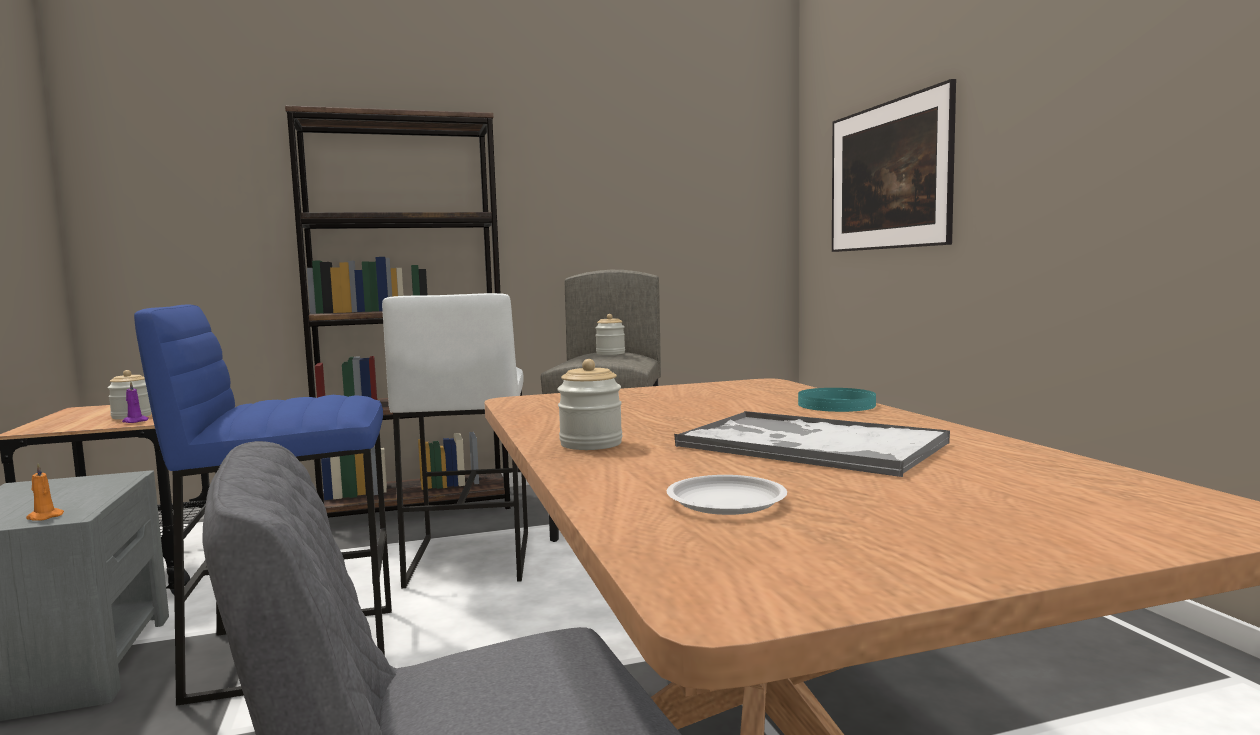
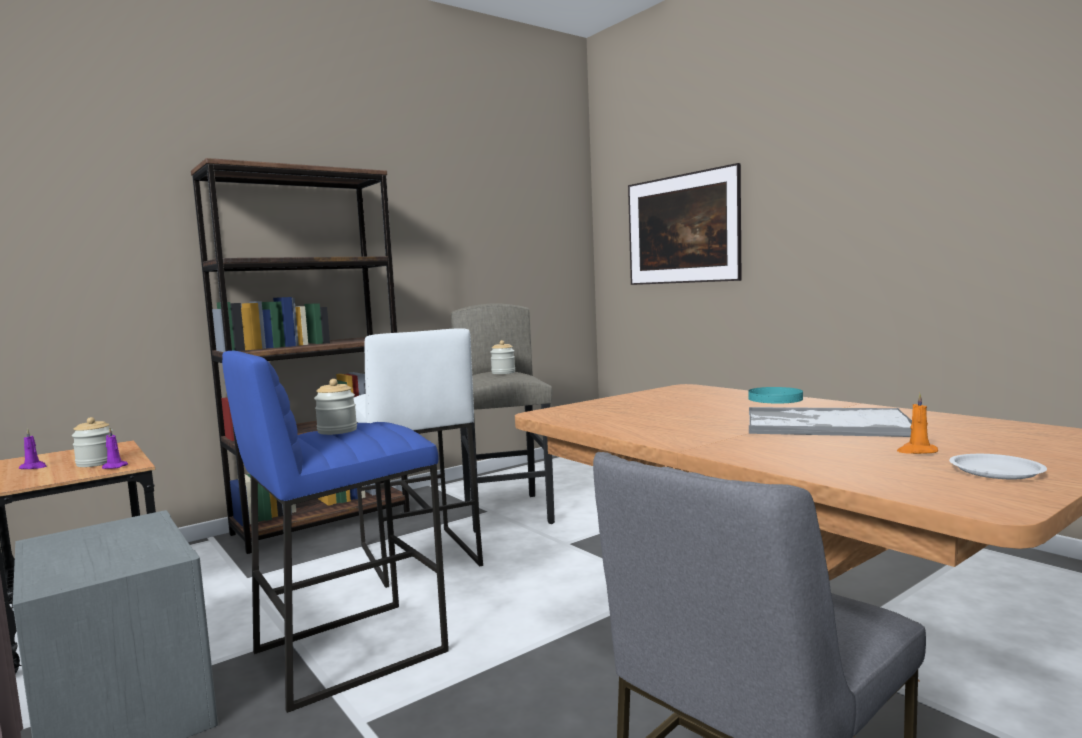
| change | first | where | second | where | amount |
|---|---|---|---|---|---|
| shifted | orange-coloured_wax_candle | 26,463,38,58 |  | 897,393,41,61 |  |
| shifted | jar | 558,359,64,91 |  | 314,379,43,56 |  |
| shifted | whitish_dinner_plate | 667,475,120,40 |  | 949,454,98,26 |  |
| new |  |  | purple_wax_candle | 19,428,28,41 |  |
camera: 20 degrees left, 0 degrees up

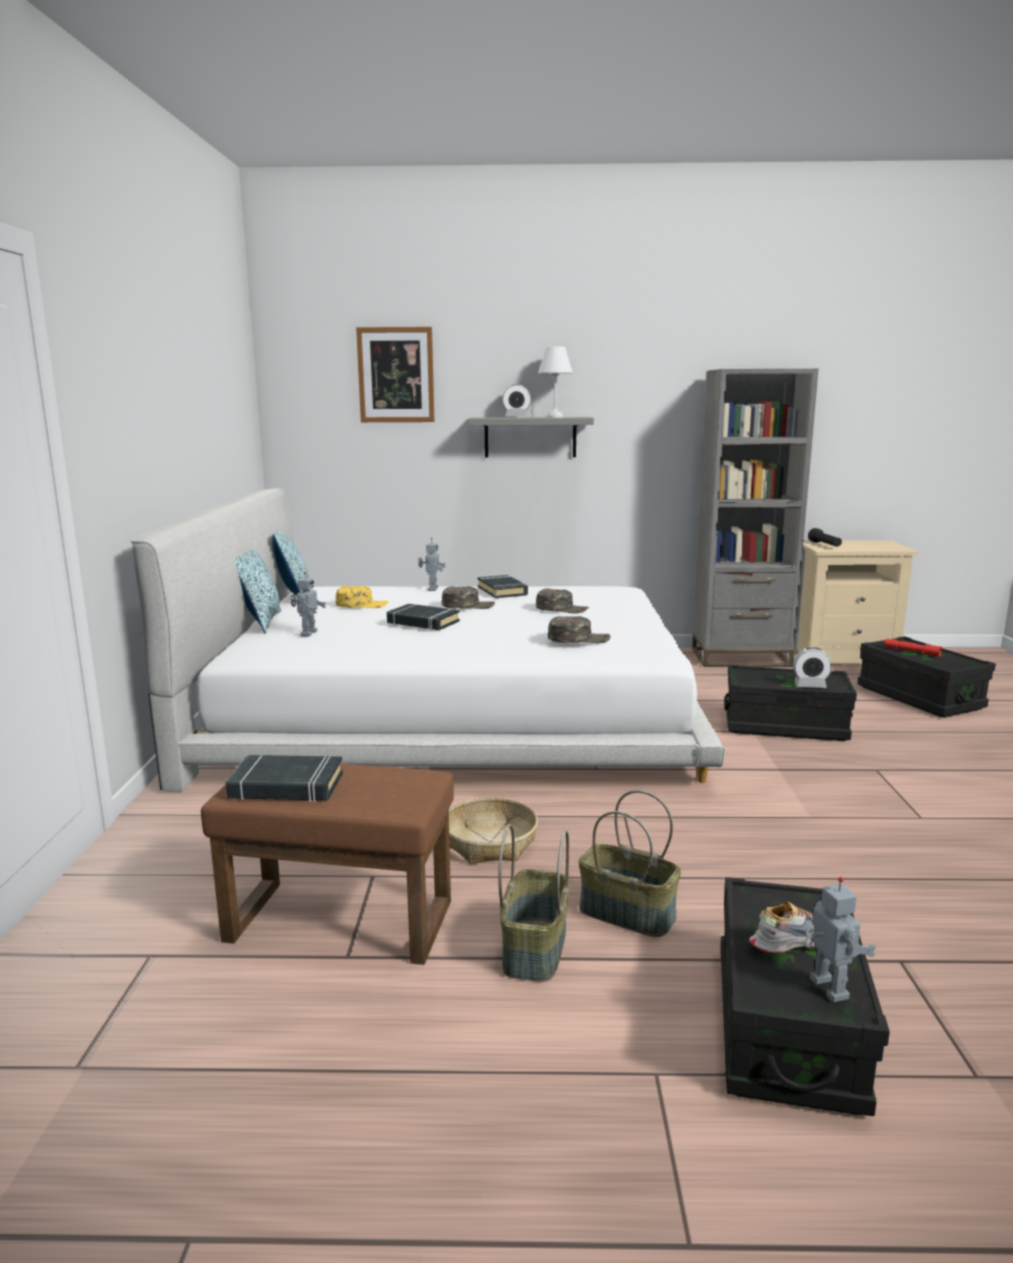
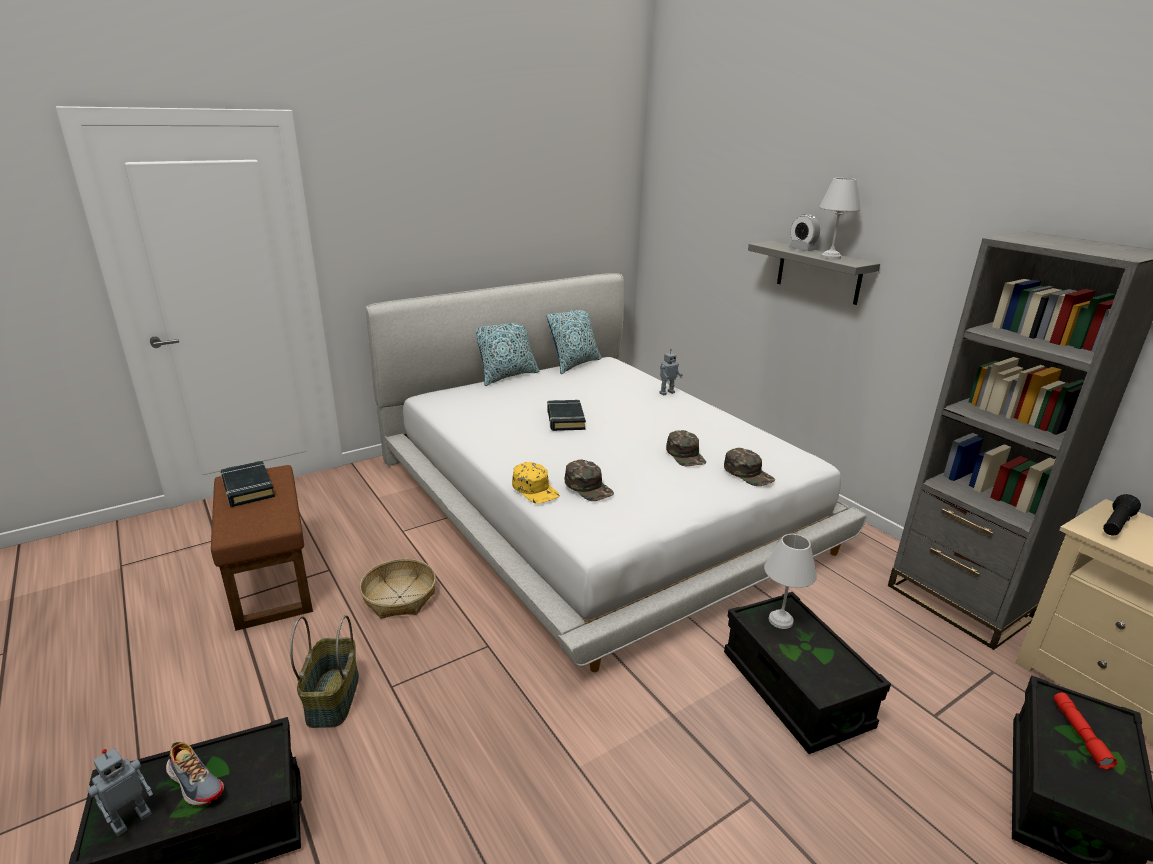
| change | first | where | second | where | amount |
|---|---|---|---|---|---|
| gone | toy_robot | 291,572,35,65 |  |  |  |
| shifted | yellow_baseball_cap | 335,586,54,22 |  | 512,462,48,42 |  |
| gone | picture | 356,327,79,95 |  |  |  |
| shifted | green-coloured_baseball_cap | 442,586,53,23 |  | 724,448,51,38 |  |
| gone | black-coloured_bound_book | 478,575,50,23 |  |  |  |
| gone | household_basket | 498,824,71,158 |  |  |  |
| gone | bedside_clock | 793,647,39,41 |  |  |  |
| new |  |  | whitish_lamp_for_a_table | 764,534,53,95 |  |
camera: 55 degrees right, 10 degrees up

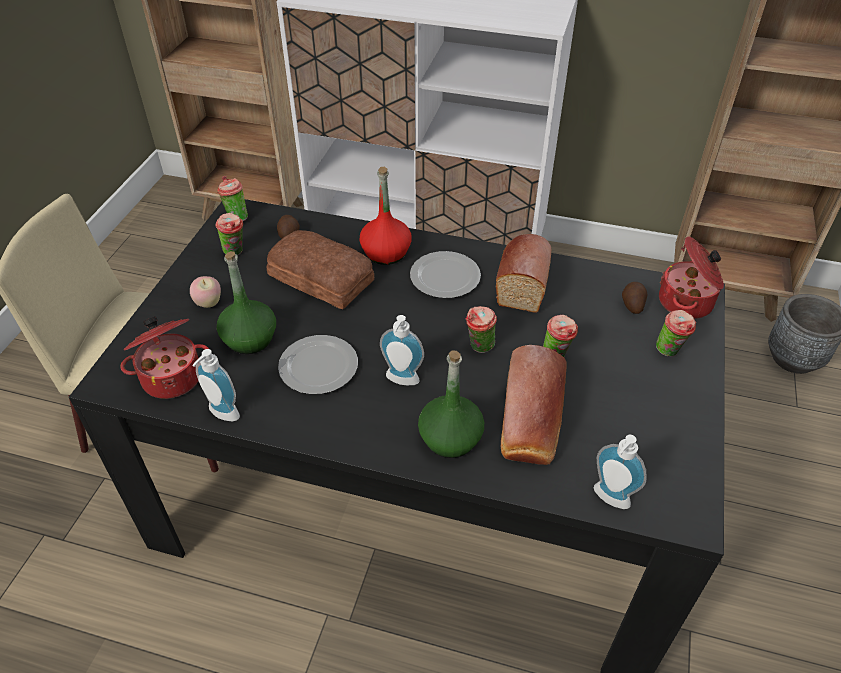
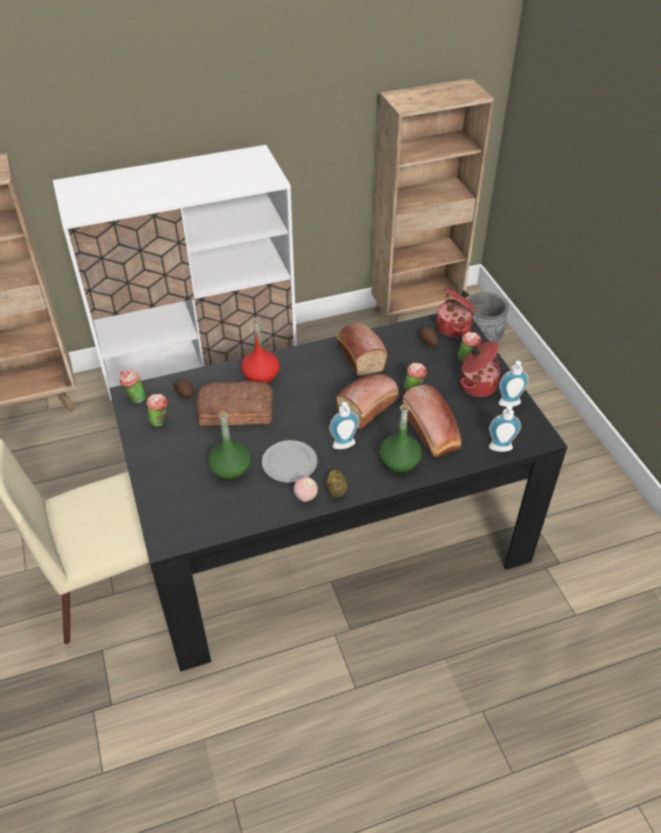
| change | first | where | second | where | amount |
|---|---|---|---|---|---|
| shifted | stockpot | 120,317,89,82 |  | 460,341,41,56 |  |
| shifted | apple_fruit | 190,276,31,32 |  | 294,477,24,25 |  |
| shifted | soap_bottle | 192,349,48,72 |  | 498,361,31,46 |  |
| gone | dinner_plate | 410,251,71,47 |  |  |  |
| swapped | cup | 465,306,32,47 | bakery_bread | 336,374,63,56 |  |
| new |  |  | spud | 327,470,20,28 |  |
camera: 35 degrees left, 0 degrees up

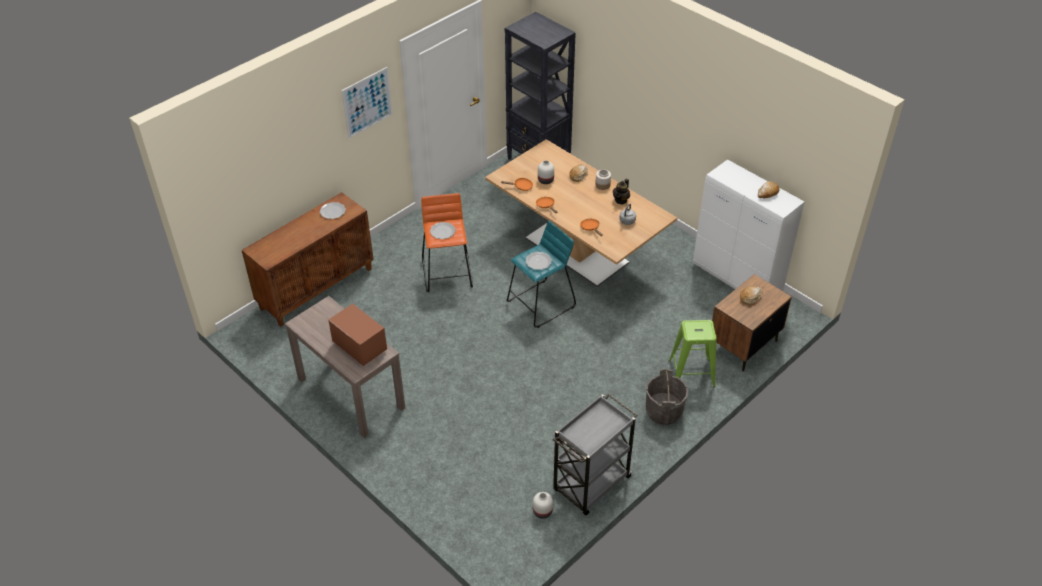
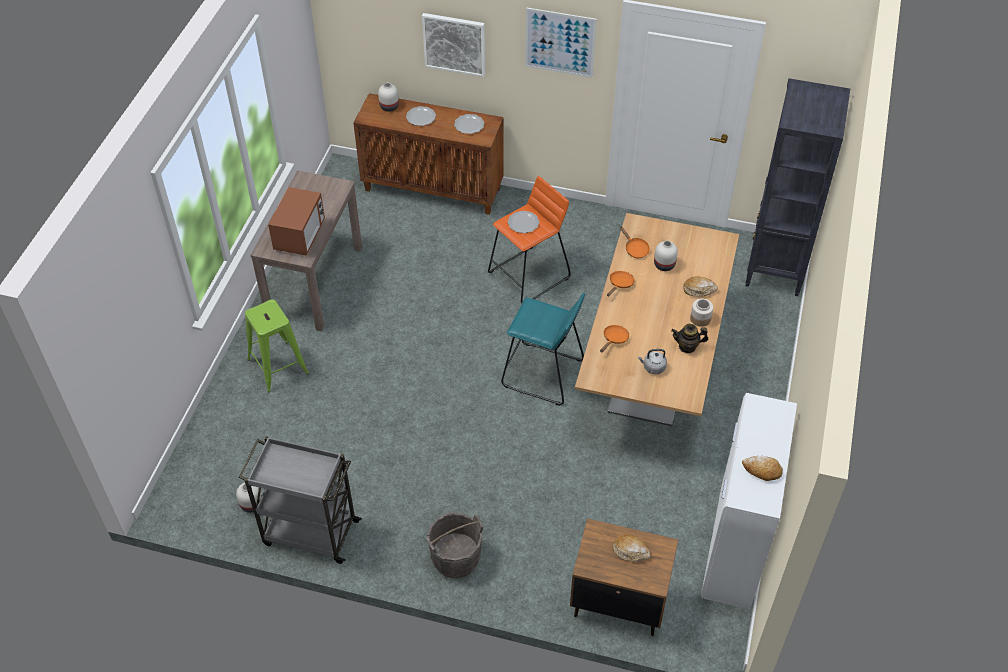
| change | first | where | second | where | amount |
|---|---|---|---|---|---|
| shifted | dinner_plate | 525,252,27,18 |  | 406,106,30,20 |  |
| shifted | green-coloured_stool_seat | 668,320,49,67 |  | 245,299,64,94 |  |
| new |  |  | whitish_decorative_vase | 378,83,21,29 |  |
| new |  |  | picture | 422,13,63,64 |  |
camera: 60 degrees right, 5 degrees up

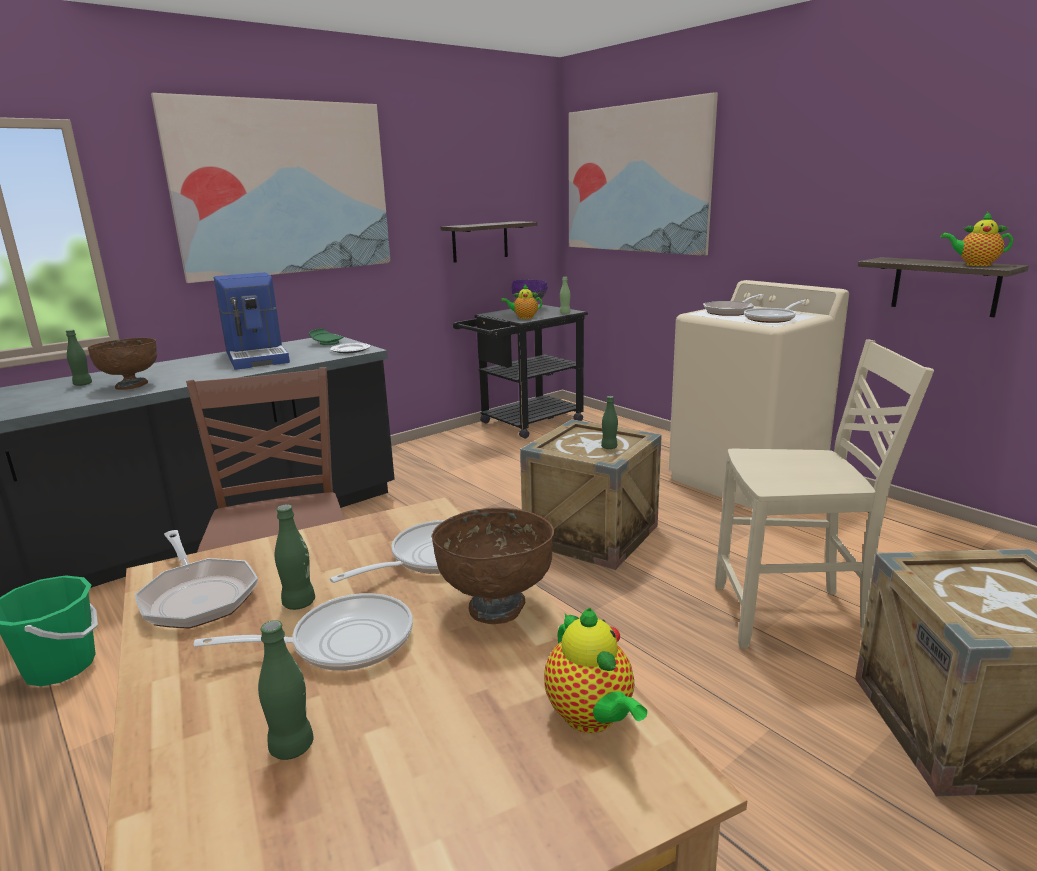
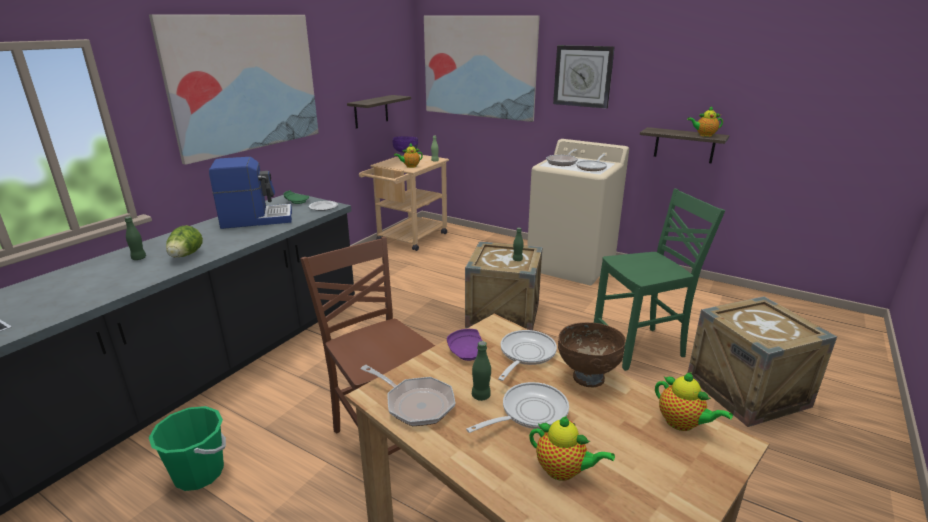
| change | first | where | second | where | amount |
|---|---|---|---|---|---|
| swapped | brownish_bowl | 88,338,69,52 | lettuce | 166,225,37,33 |  |
| rotated | coffee_machine | 214,272,76,98 |  | 209,157,83,72 | 60 degrees counterclockwise |
| swapped | green-coloured_beverage_bottle | 258,620,56,140 | teapot | 529,416,86,65 |  |
| repainted | black-coloured_cart | 453,304,135,135 | beige-coloured_cart | 359,154,90,97 |  |
| repainted | beige-coloured_chair | 715,339,219,309 | green-coloured_chair | 594,189,131,182 |  |
| new |  |  | purple_dinner_plate | 447,329,36,32 |  |
| new |  |  | clock_on_the_wall | 553,45,62,64 |  |
camera: 20 degrees left, 5 degrees up

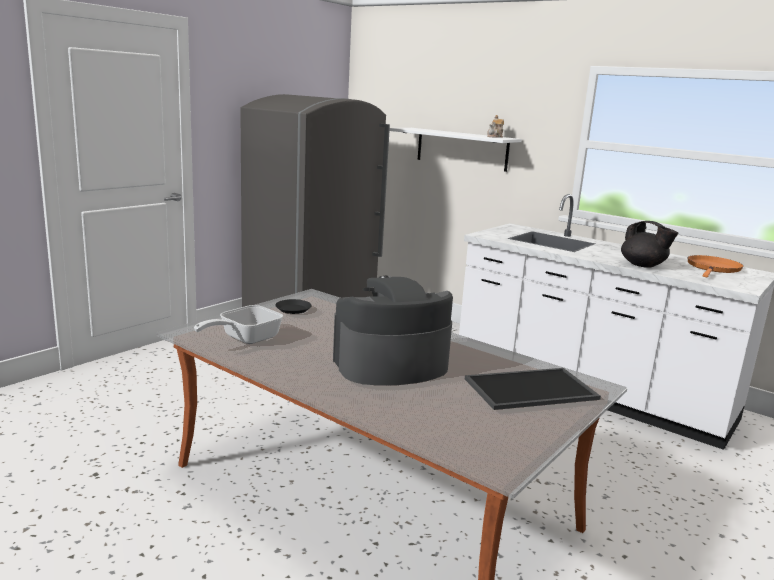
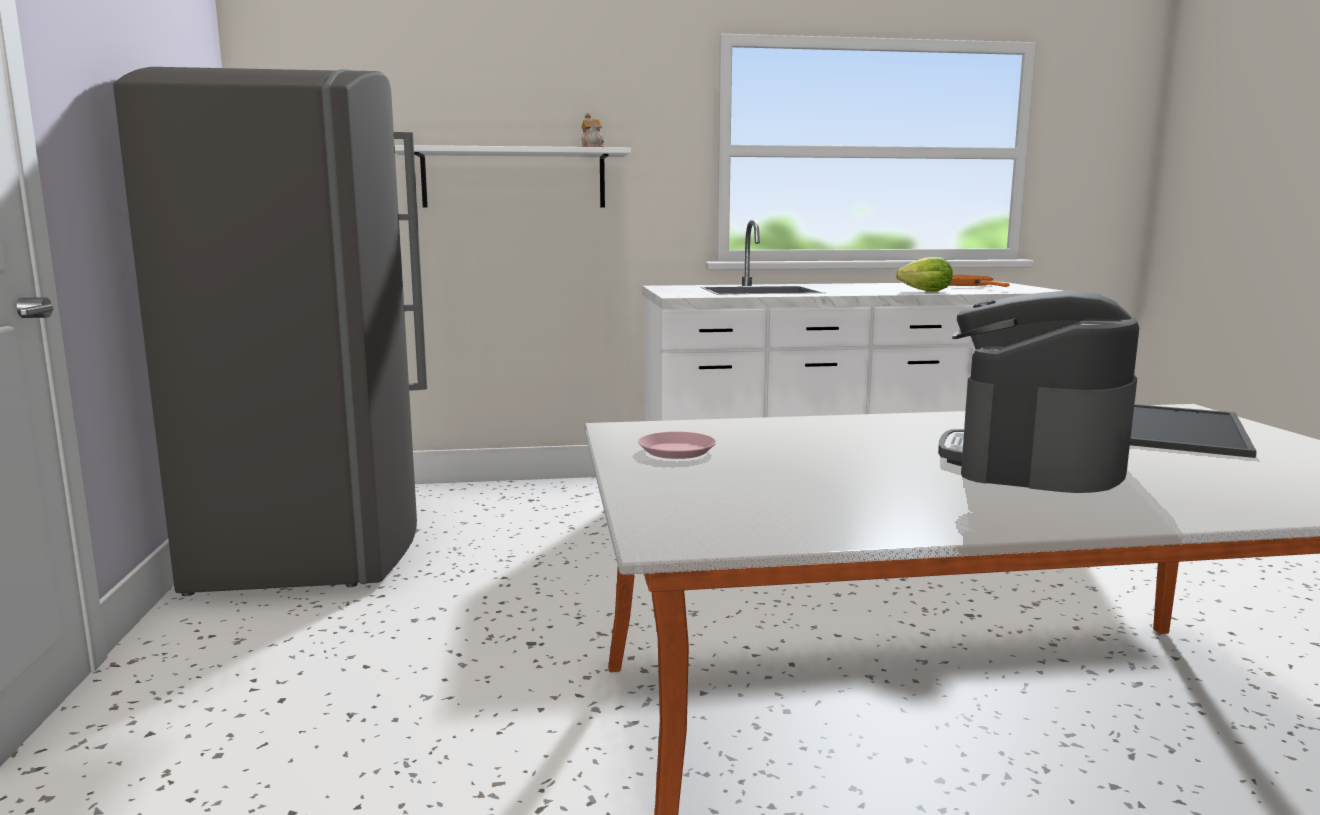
| change | first | where | second | where | amount |
|---|---|---|---|---|---|
| gone | pan | 194,305,89,39 |  |  |  |
| repainted | black-coloured_dinner_plate | 275,299,37,15 | pink_dinner_plate | 638,432,78,27 |  |
| swapped | black-coloured_teapot | 621,221,57,47 | lettuce | 896,257,57,34 |  |
camera: 45 degrees left, 5 degrees down

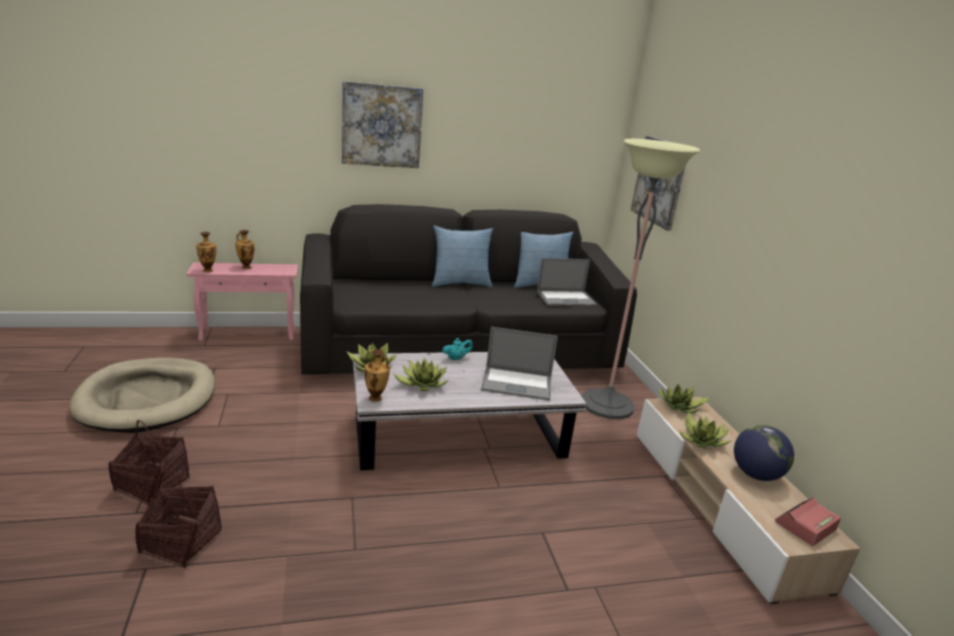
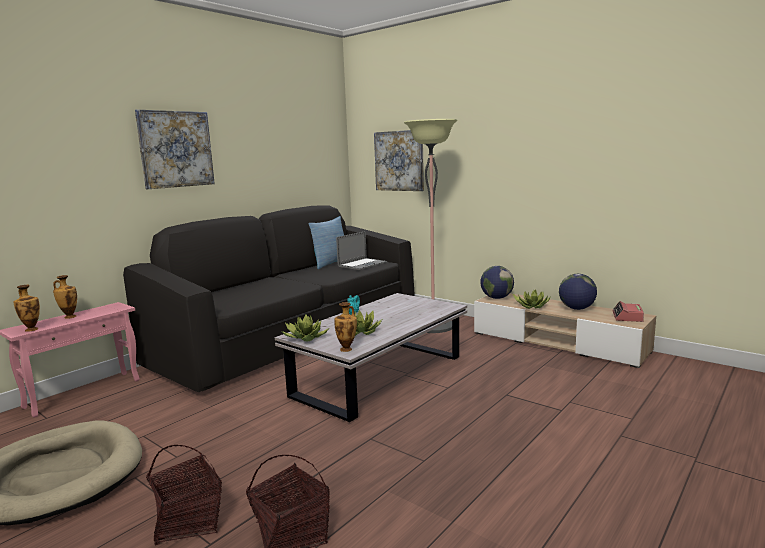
| change | first | where | second | where | amount |
|---|---|---|---|---|---|
| gone | cushion | 432,226,61,61 |  |  |  |
| gone | laptop | 481,327,77,74 |  |  |  |
| swapped | plant_in_a_pot | 658,384,52,29 | desk_globe | 480,266,34,33 |  |
camera: 35 degrees left, 10 degrees down

